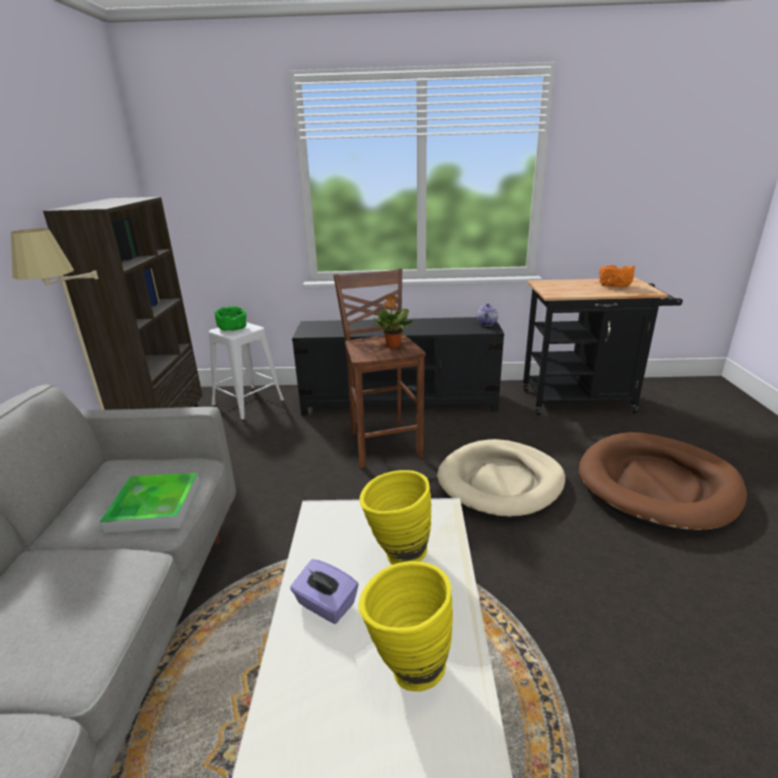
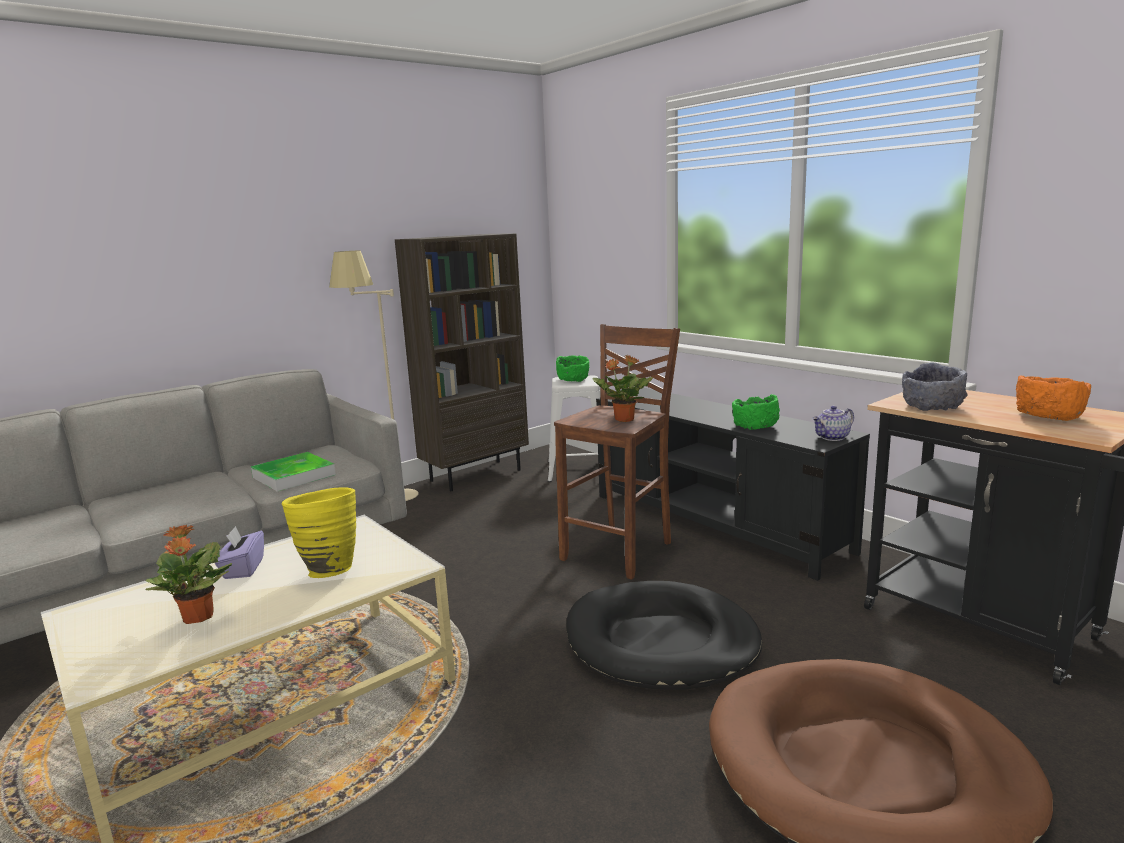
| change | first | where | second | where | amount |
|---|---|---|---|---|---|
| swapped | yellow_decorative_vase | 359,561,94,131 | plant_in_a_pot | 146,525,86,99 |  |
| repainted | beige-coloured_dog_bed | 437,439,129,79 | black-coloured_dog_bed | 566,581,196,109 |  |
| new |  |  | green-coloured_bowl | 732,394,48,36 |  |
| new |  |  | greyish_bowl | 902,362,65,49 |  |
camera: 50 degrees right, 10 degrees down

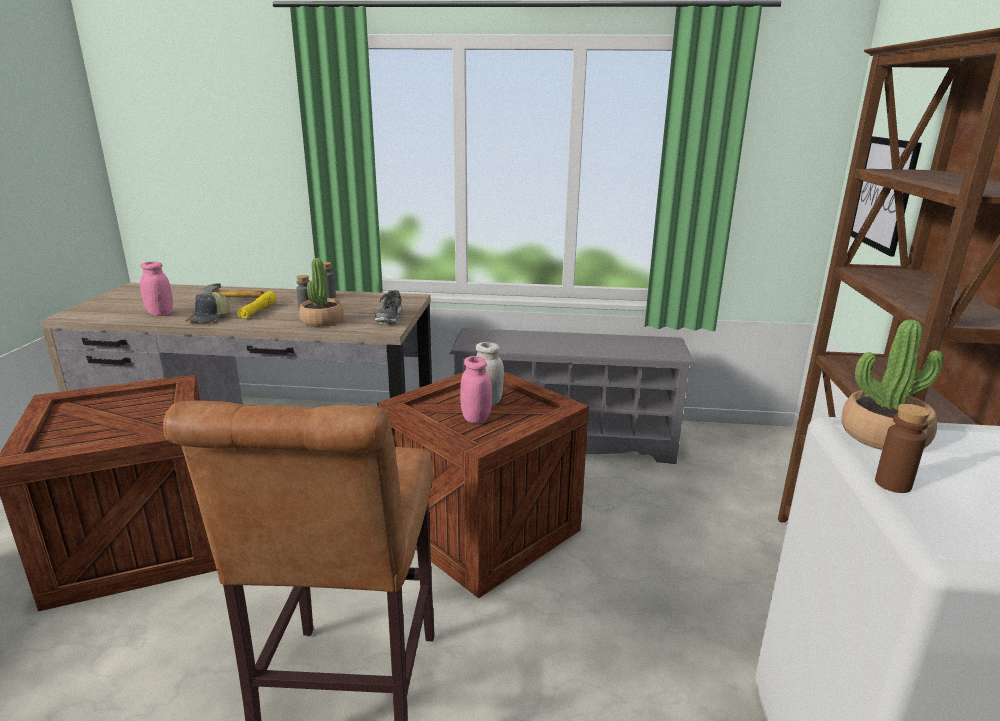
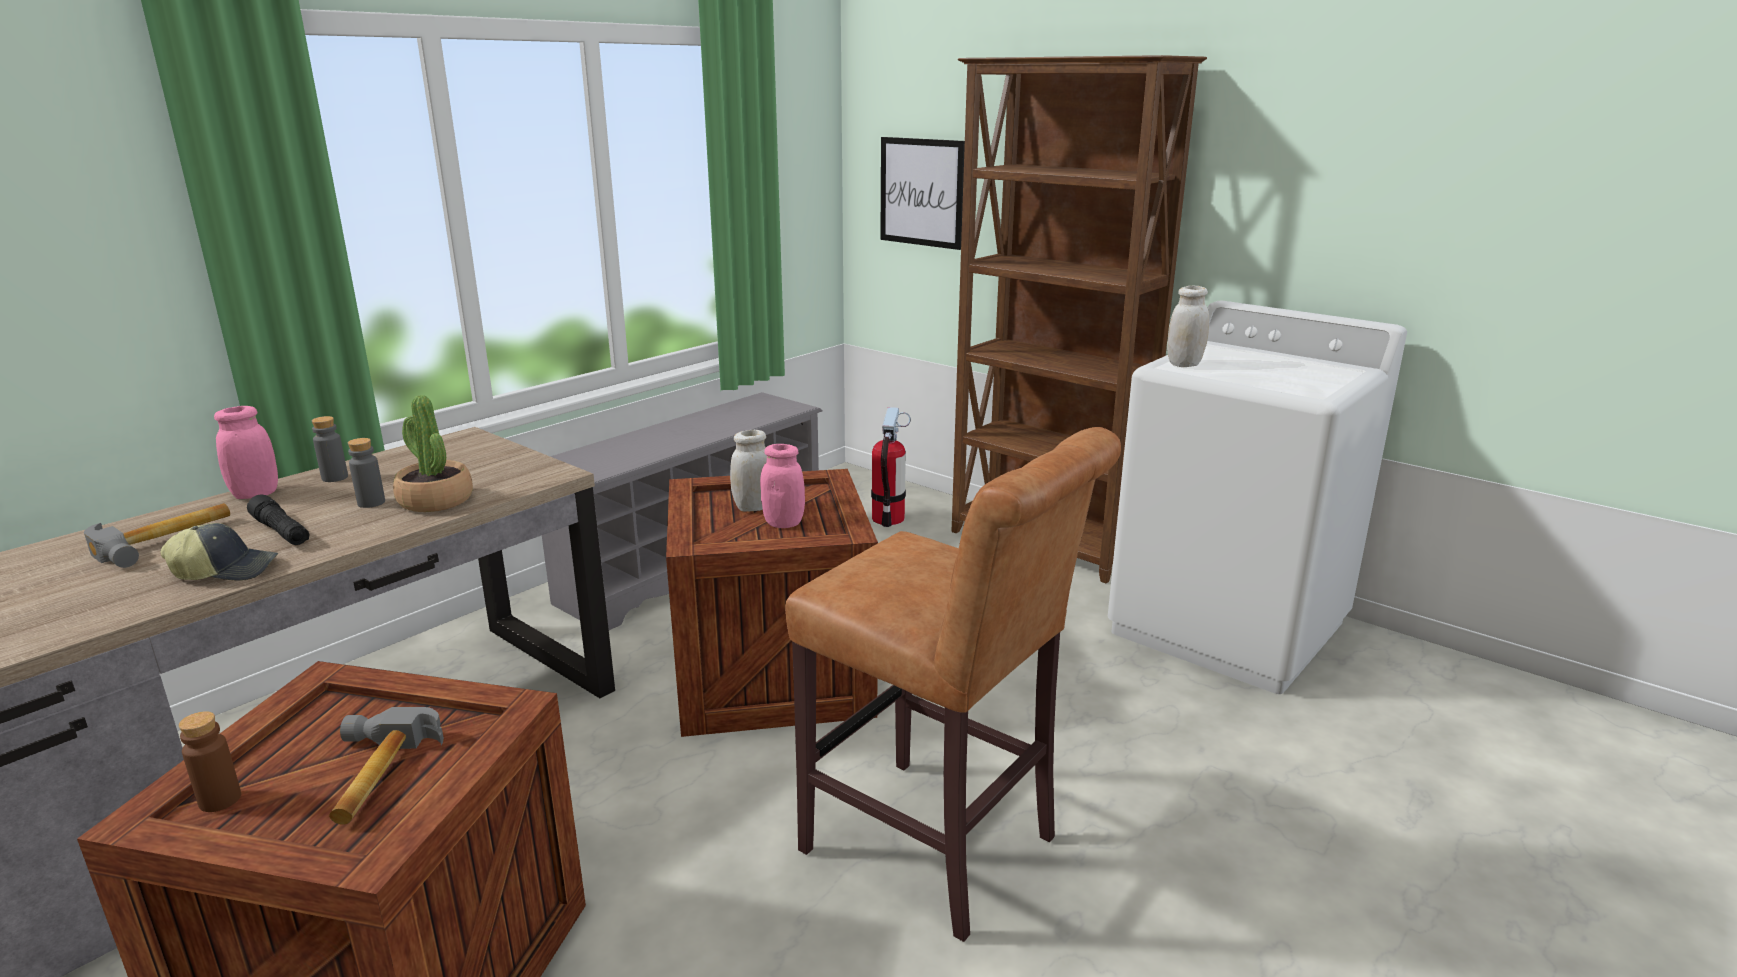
| change | first | where | second | where | amount |
|---|---|---|---|---|---|
| shifted | pink_jar | 140,261,33,55 |  | 214,406,64,93 |  |
| rotated | baseball_cap | 186,291,44,32 |  | 160,523,118,58 | 60 degrees counterclockwise |
| repainted | yellow_torch | 237,291,40,27 | black-coloured_torch | 247,495,63,50 |  |
| gone | shoe | 375,290,28,35 |  |  |  |
| swapped | plant_in_a_pot | 841,320,103,130 | whitish_jar | 1167,286,42,81 |  |
| shifted | brownish_beverage_bottle | 875,404,55,89 |  | 178,711,63,101 |  |
| new |  |  | tool_hammer | 329,707,115,118 |  |
| new |  |  | fire-fighting_cylinder | 871,407,40,120 |  |
camera: 55 degrees left, 0 degrees up

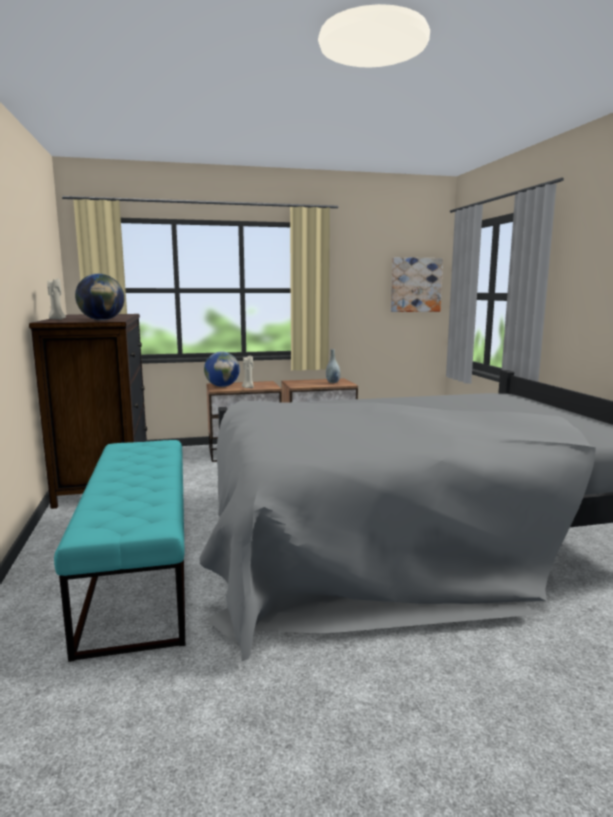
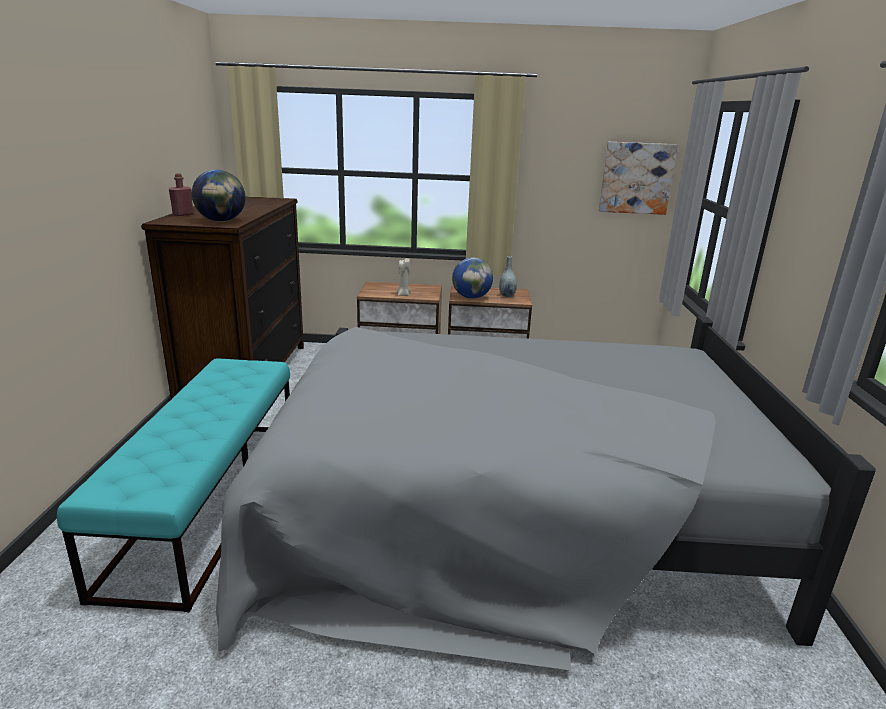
| change | first | where | second | where | amount |
|---|---|---|---|---|---|
| swapped | beige-coloured_wax_candle | 47,279,19,41 | red-coloured_beverage_bottle | 169,173,25,43 |  |
| shifted | desk_globe | 204,351,36,36 |  | 452,257,41,42 |  |
camera: 15 degrees right, 10 degrees up

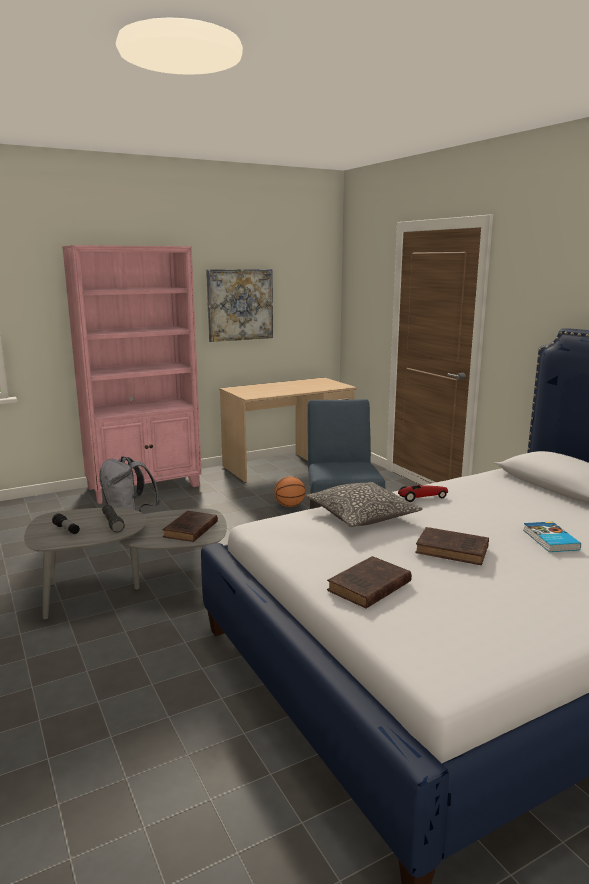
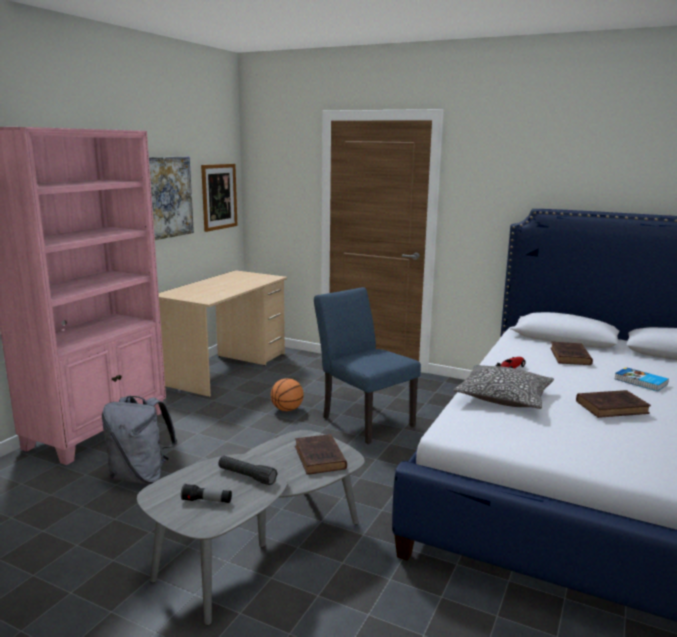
| change | first | where | second | where | amount |
|---|---|---|---|---|---|
| shifted | brownish_bound_book | 327,556,85,53 |  | 550,342,43,23 |  |
| new |  |  | picture | 201,164,37,68 |  |
camera: 35 degrees left, 0 degrees up

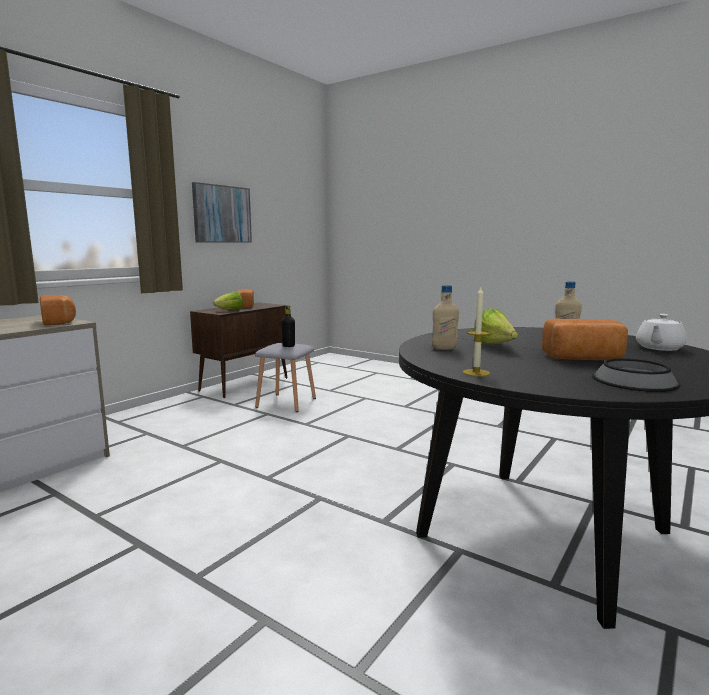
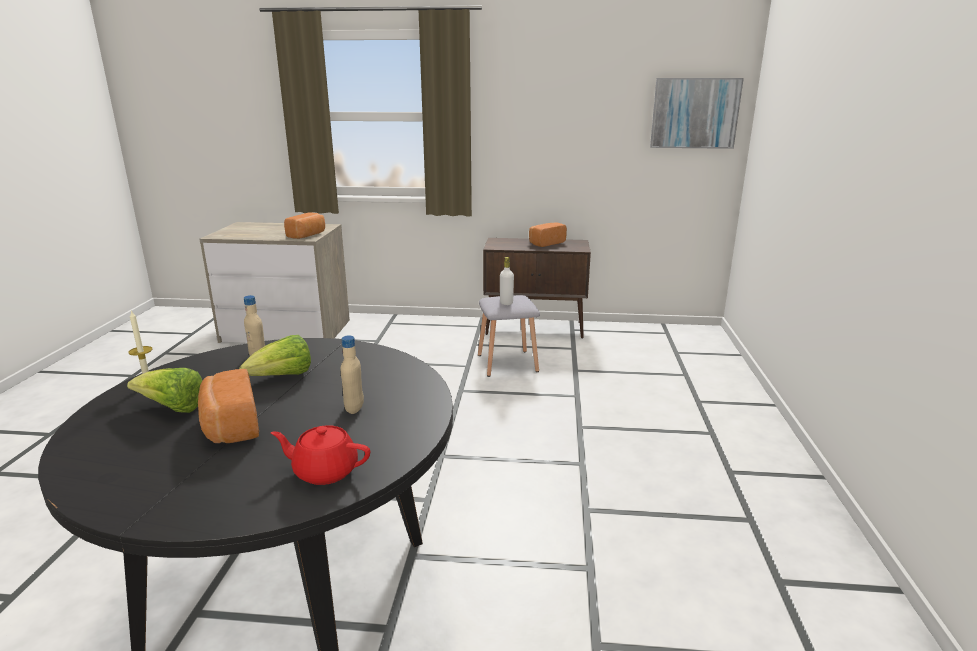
| change | first | where | second | where | amount |
|---|---|---|---|---|---|
| shifted | picture | 192,182,60,61 |  | 650,78,94,71 |  |
| shifted | lettuce | 213,292,30,18 |  | 127,368,75,45 |  |
| repainted | black-coloured_beverage_bottle | 281,305,14,42 | whitish_beverage_bottle | 500,257,14,48 |  |
| gone | bowl | 592,358,88,34 |  |  |  |
| repainted | whitish_teapot | 636,314,51,37 | red-coloured_teapot | 271,425,99,60 |  |
camera: 60 degrees right, 10 degrees up

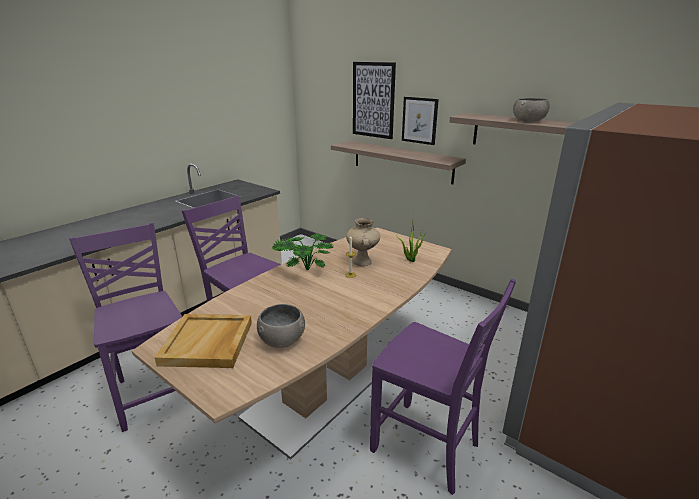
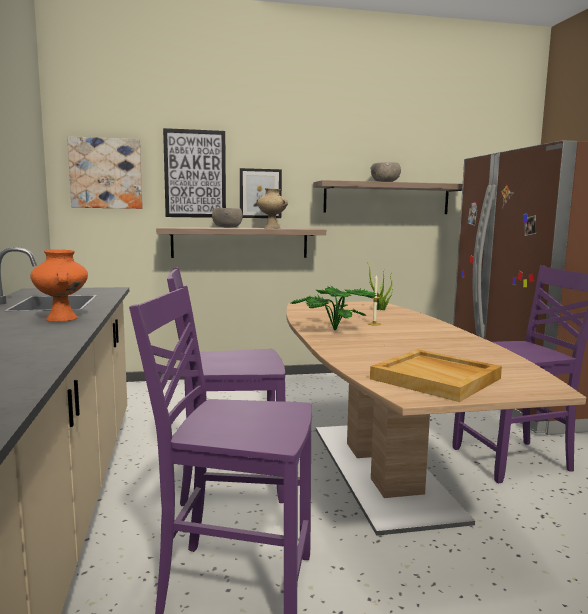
| change | first | where | second | where | amount |
|---|---|---|---|---|---|
| shifted | greyish_bowl | 257,304,48,44 |  | 212,208,31,20 |  |
| shifted | beige-coloured_decorative_vase | 346,218,34,48 |  | 256,188,32,41 |  |
| new |  |  | orange-coloured_decorative_vase | 30,249,58,73 |  |
| new |  |  | picture | 67,136,76,73 |  |
camera: 50 degrees left, 15 degrees down

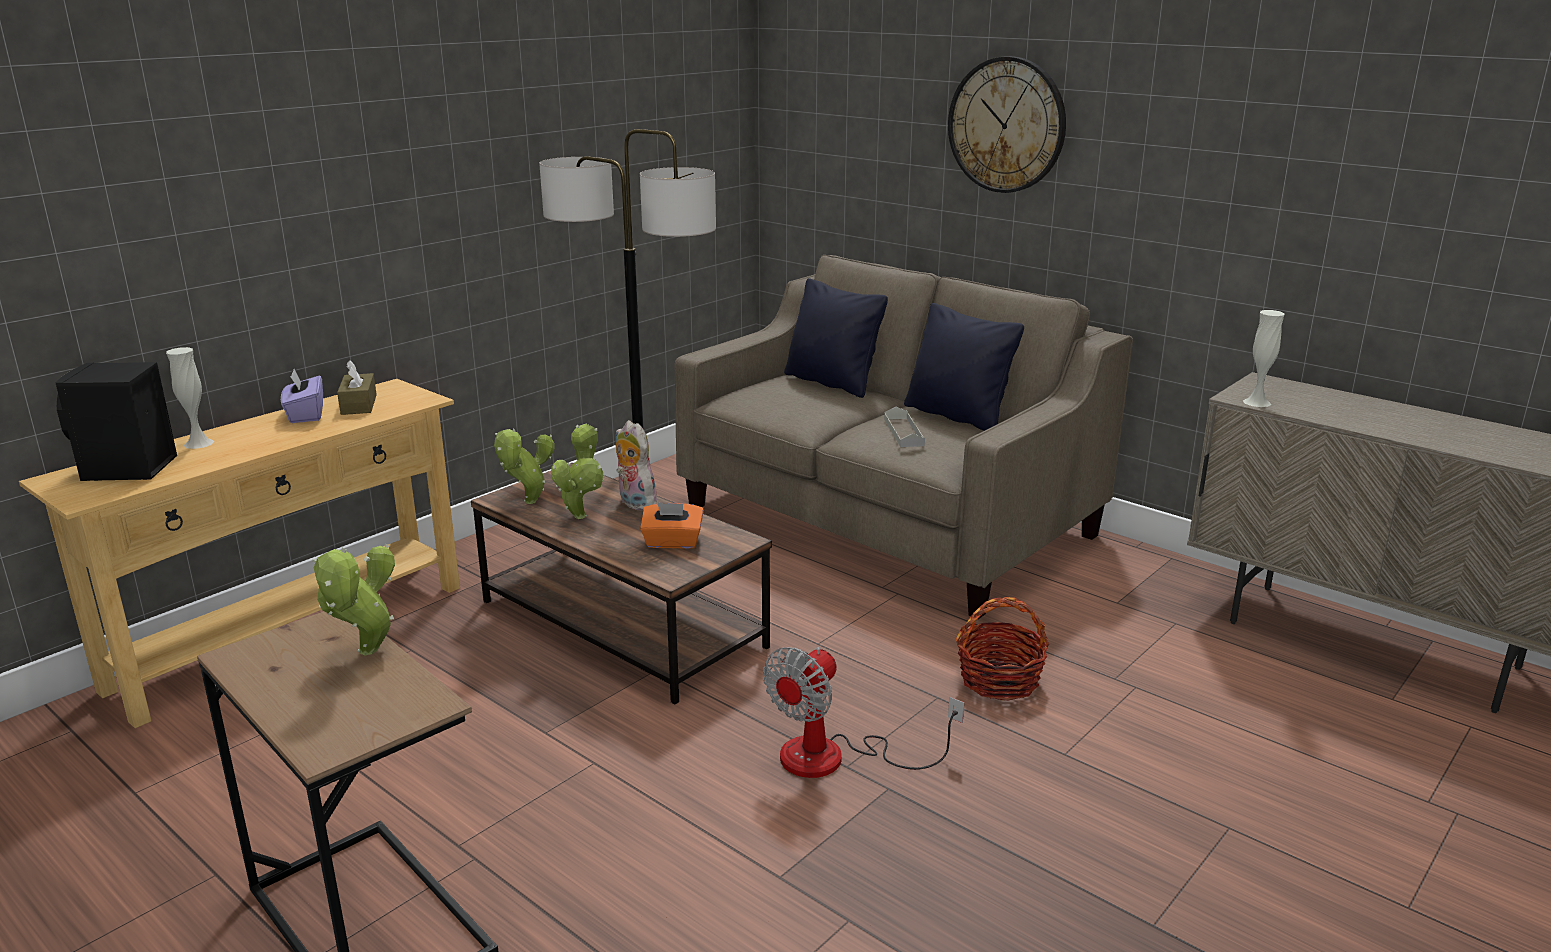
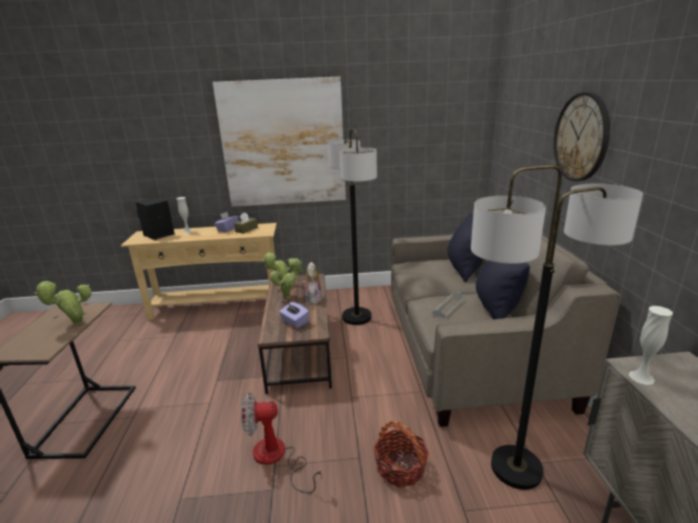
| change | first | where | second | where | amount |
|---|---|---|---|---|---|
| repainted | orange-coloured_tissue_box | 640,502,64,47 | purple_tissue_box | 279,302,30,26 |  |
| new |  |  | picture | 213,76,133,131 |  |
| new |  |  | floor_lamp | 471,165,172,325 |  |
camera: 45 degrees right, 0 degrees up

